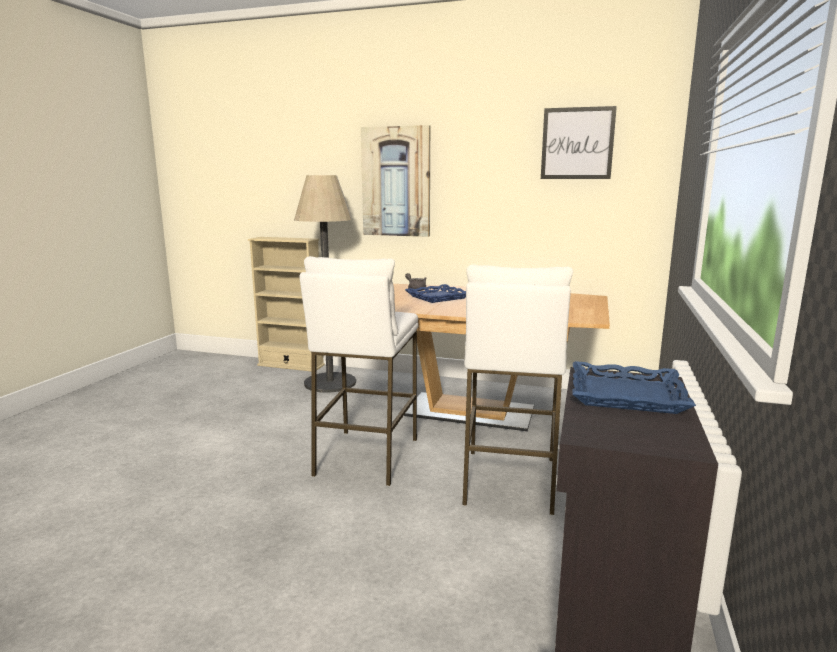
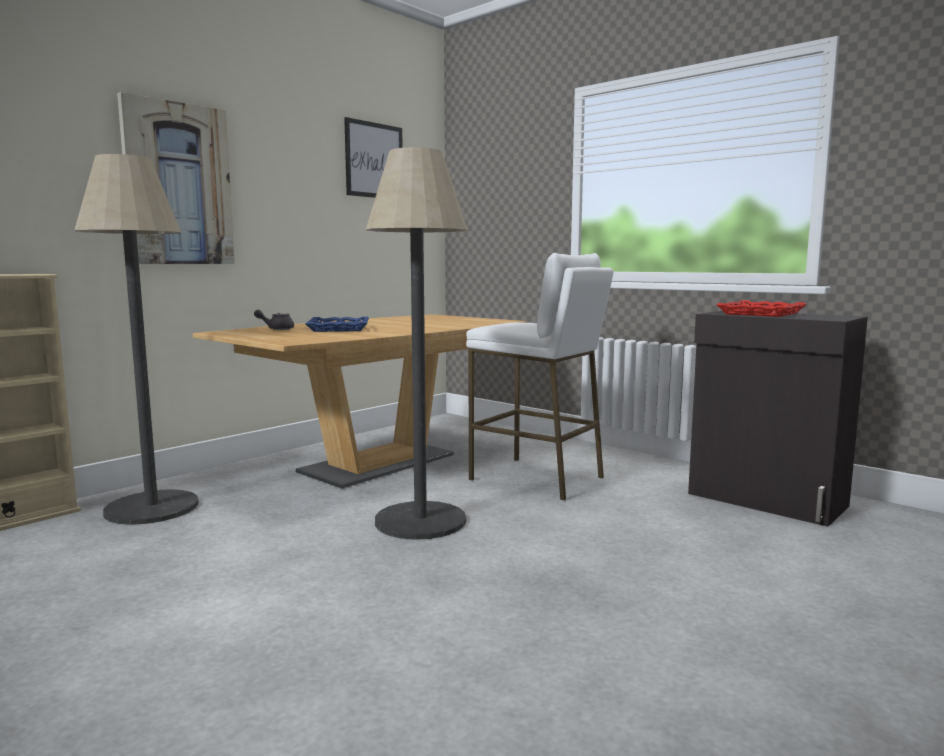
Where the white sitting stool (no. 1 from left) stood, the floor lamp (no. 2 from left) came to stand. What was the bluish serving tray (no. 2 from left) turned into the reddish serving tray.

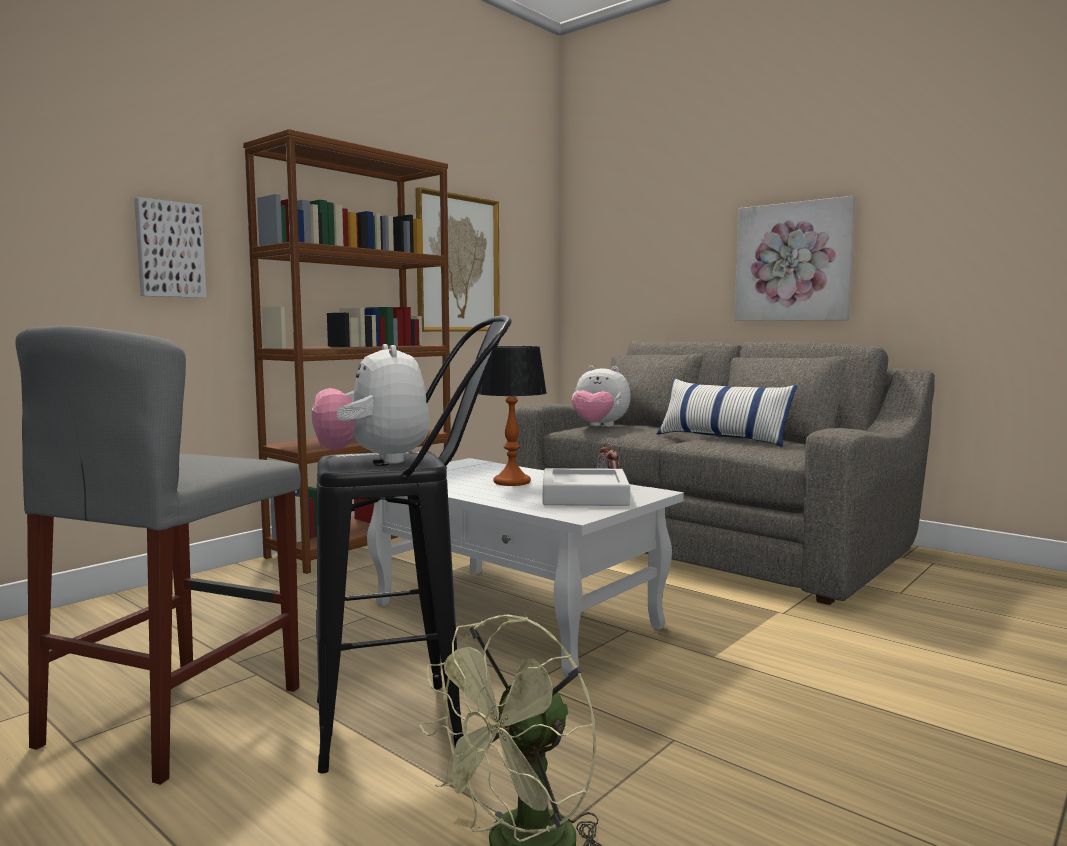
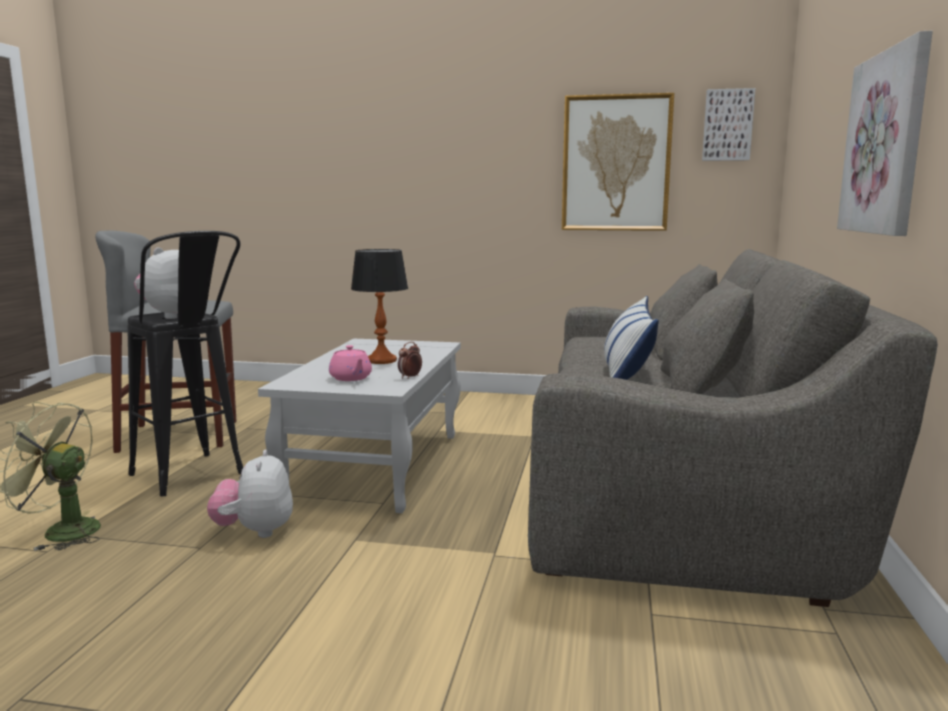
The second view lost the brownish bookshelf. The wall art (no. 1 from left in the first image) ended up elsewhere. The plush toy (no. 2 from left) ended up elsewhere. Where the greyish serving tray stood, the pink-coloured teapot came to stand.

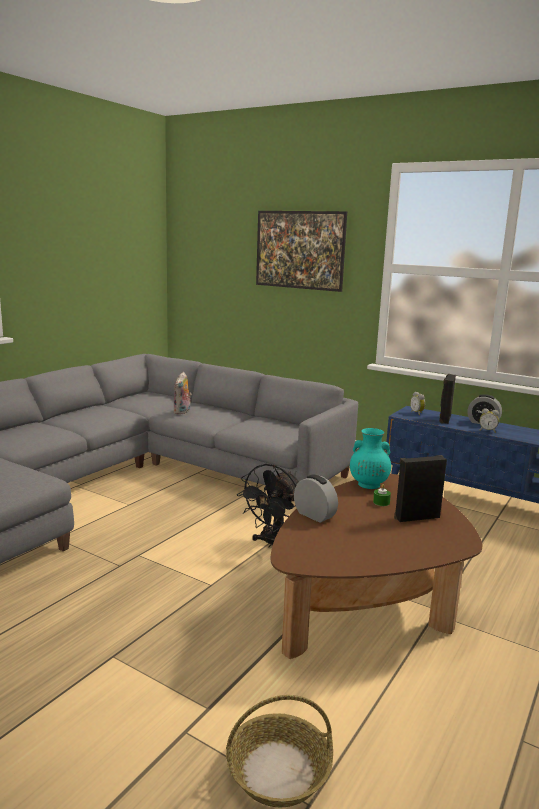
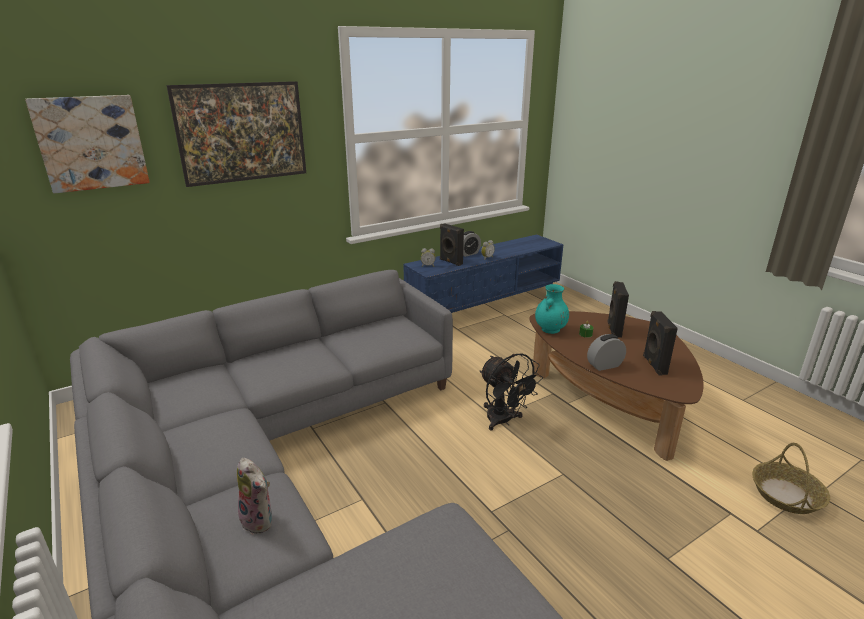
The plush toy ended up elsewhere. The second view gained the wall art (no. 1 from left). The second view gained the blackish speaker (no. 3 from left).

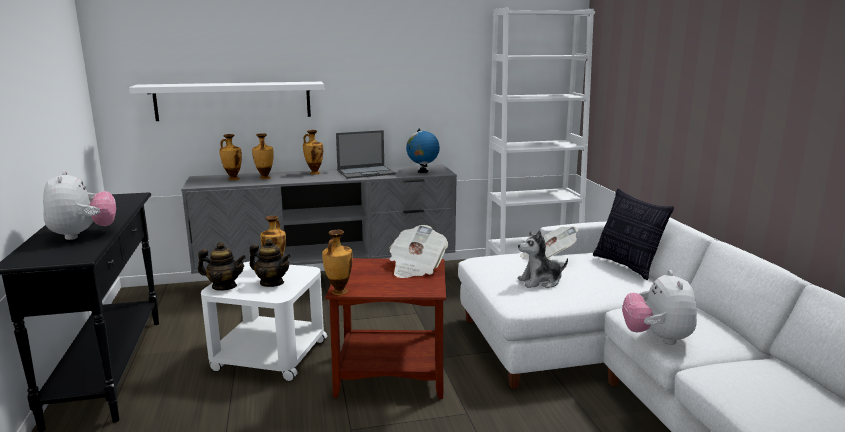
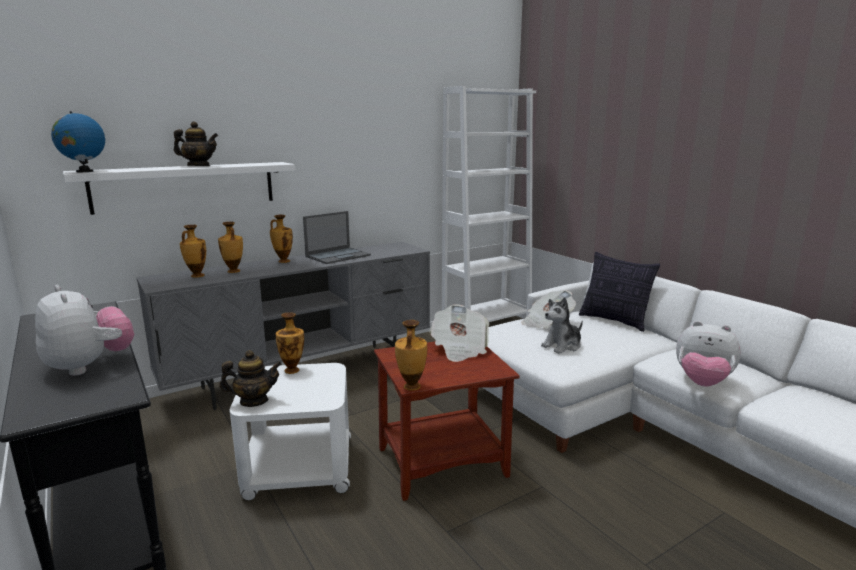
The world globe ended up elsewhere. The teapot (no. 2 from left in the first image) ended up elsewhere. The plush toy (no. 3 from left) ended up facing another way, 45 degrees counterclockwise from before.

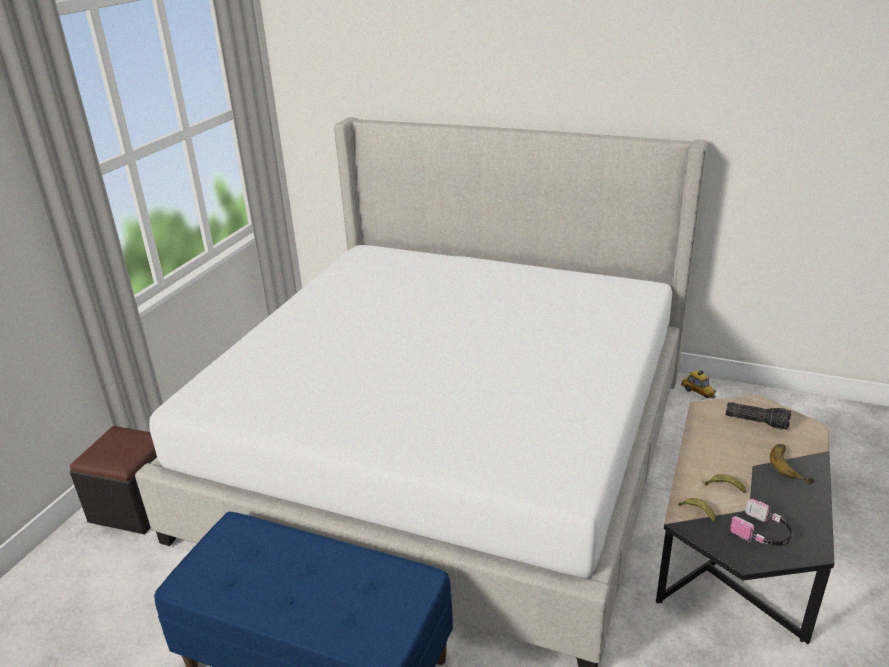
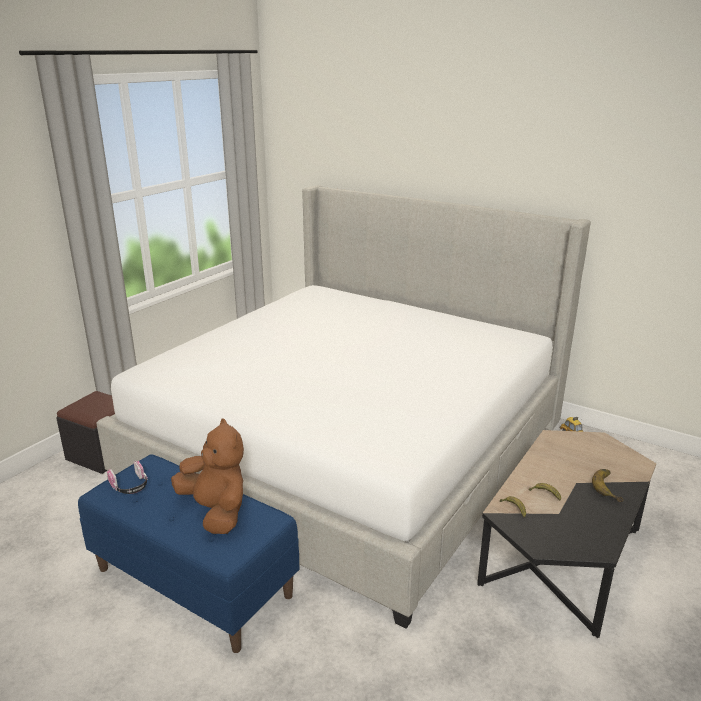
The second view lost the flashlight. The headset ended up elsewhere. The second view gained the brownish plush toy.

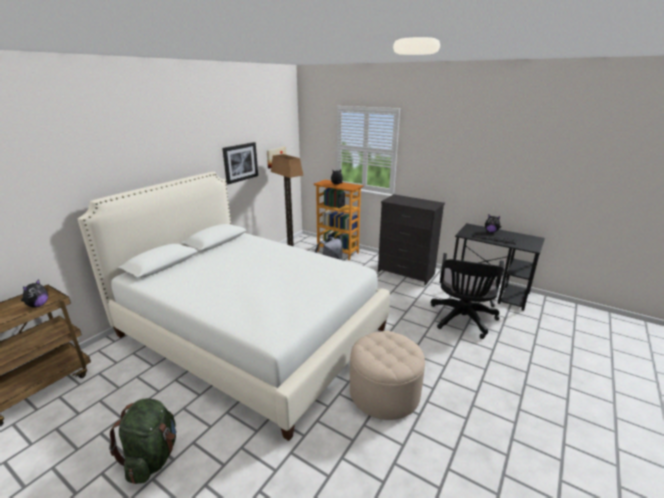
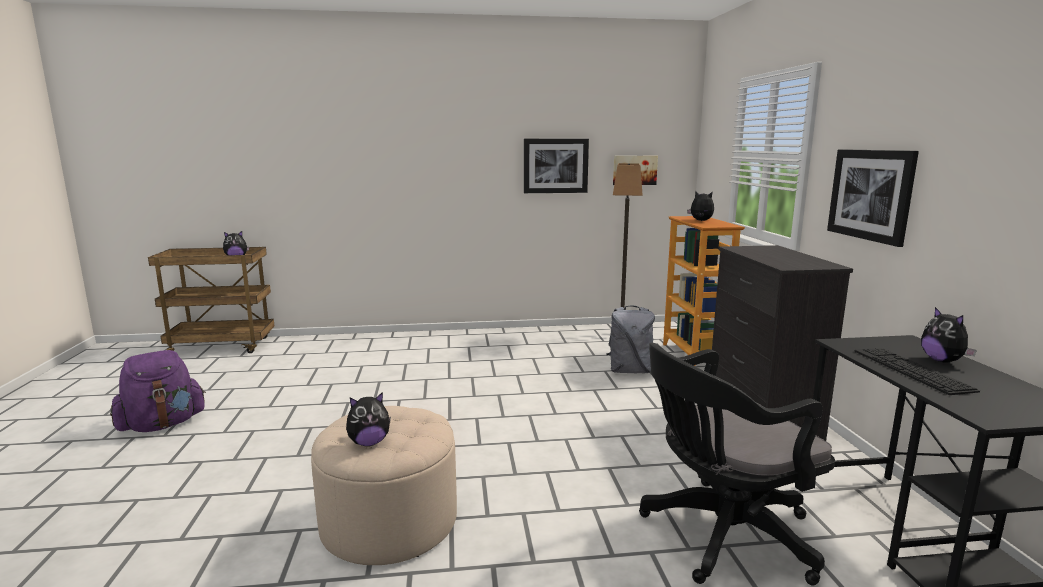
The second view lost the white sleeping bed. What was the green rucksack turned into the purplish rucksack. The second view gained the wall art (no. 3 from left). The second view gained the plush toy (no. 2 from left).

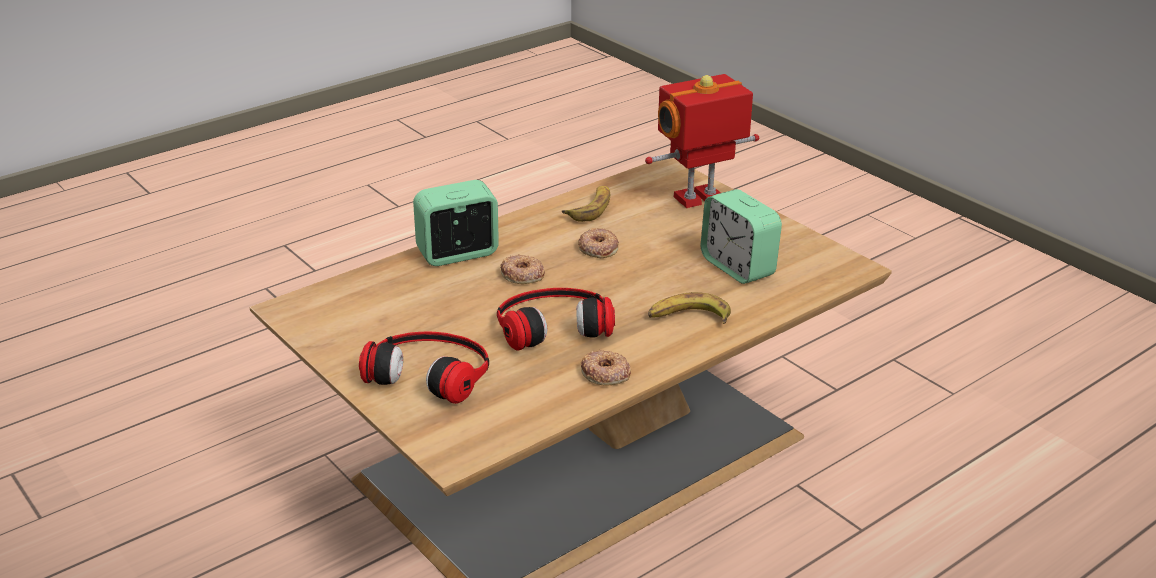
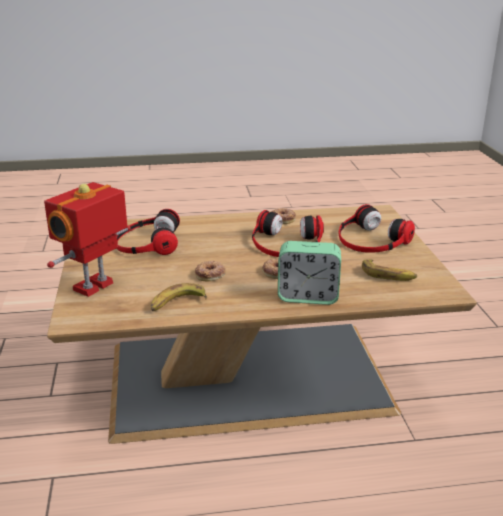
The robot figure ended up facing another way, 120 degrees clockwise from before. Where the bedside clock (no. 2 from left) stood, the headset (no. 1 from left) came to stand. The whole banana (no. 2 from left) ended up elsewhere.

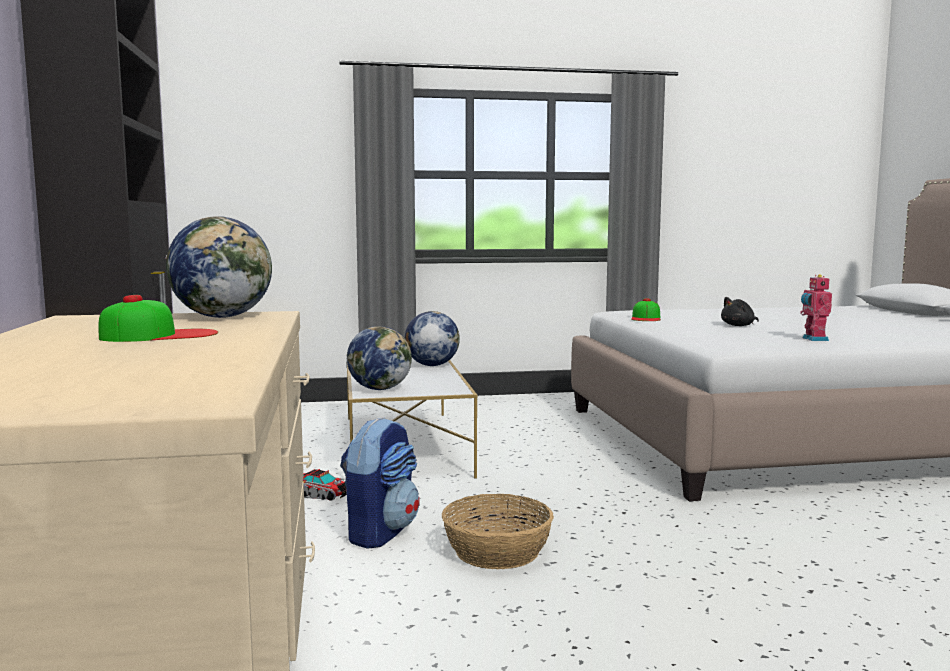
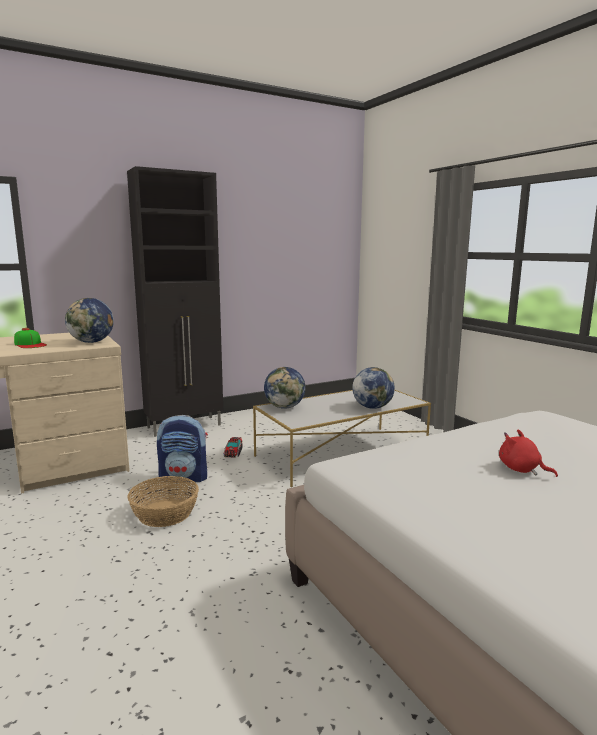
The second view lost the robot figure. What was the blackish plush toy turned into the reddish plush toy. The second view lost the baseball cap (no. 2 from left).

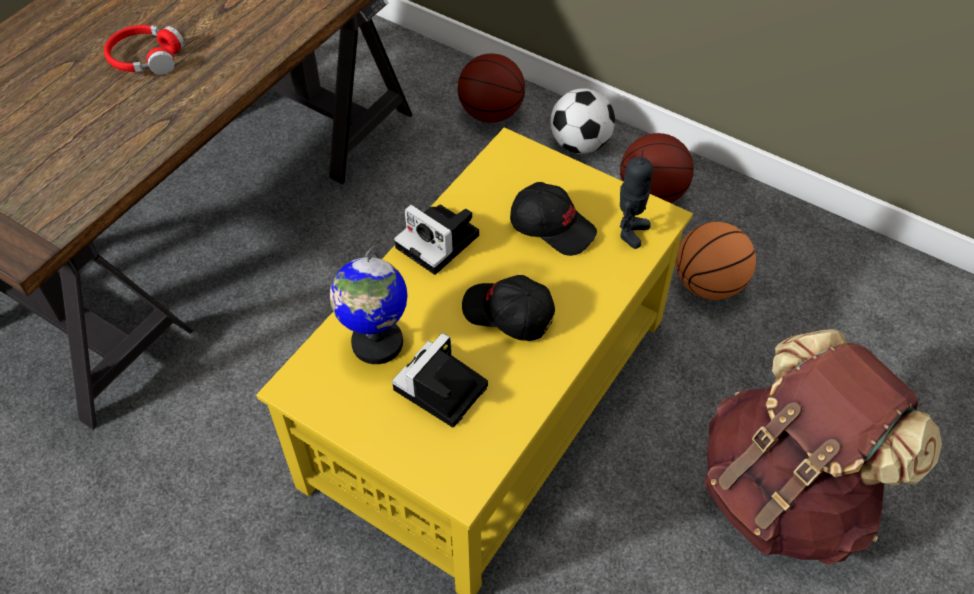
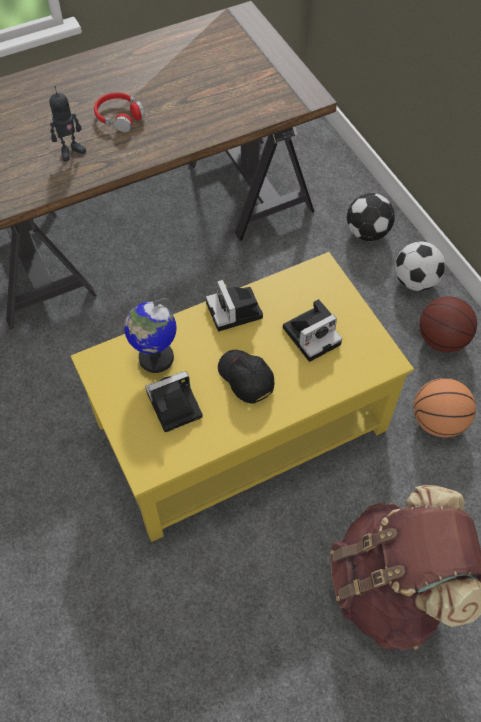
Where the ball for basketball (no. 1 from left) stood, the football ball (no. 1 from left) came to stand. The robot figure ended up elsewhere. Where the blackish baseball cap (no. 2 from left) stood, the still camera (no. 3 from left) came to stand.

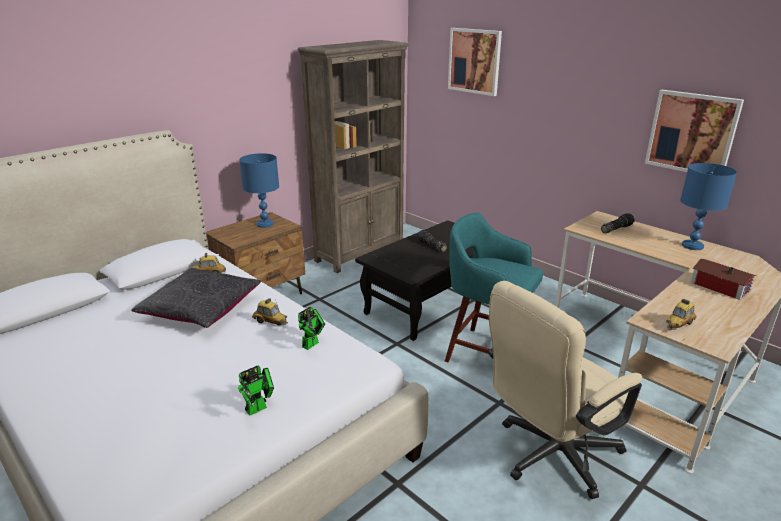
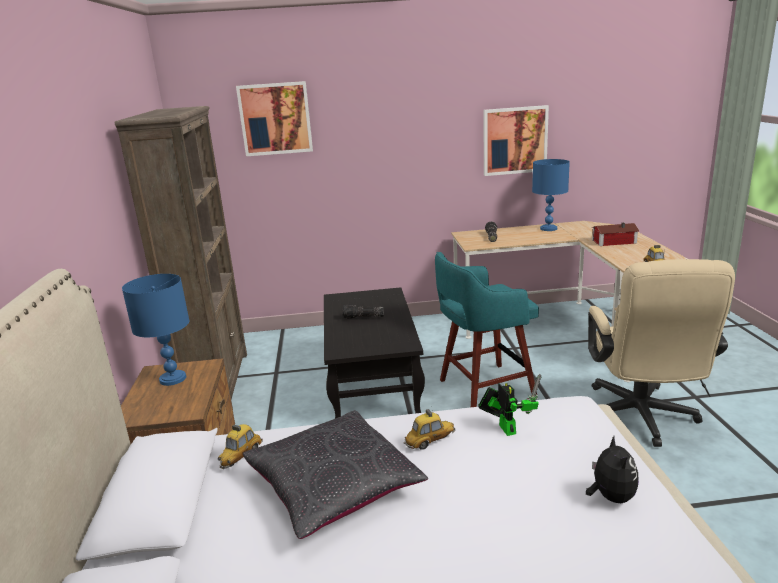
Where the robot figure (no. 1 from left) stood, the plush toy came to stand.

